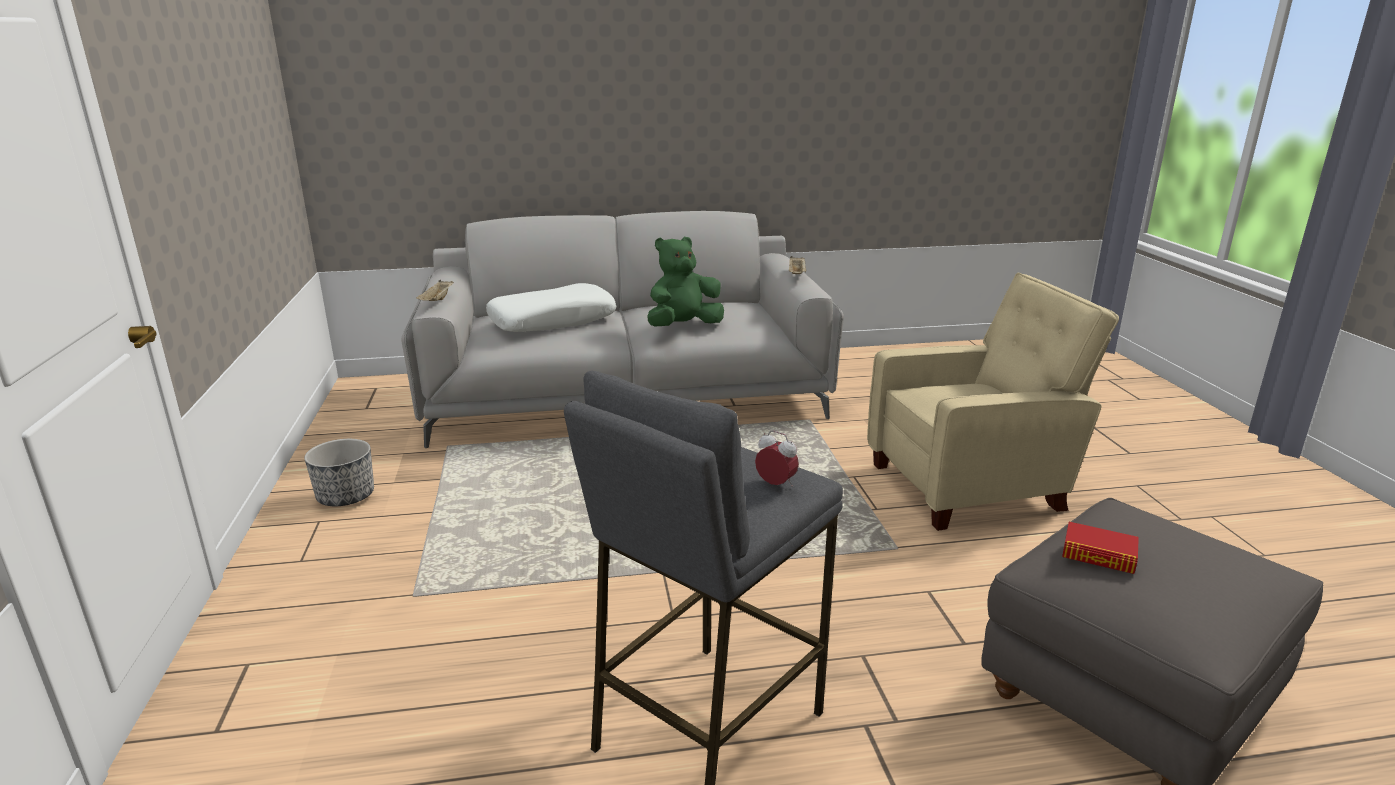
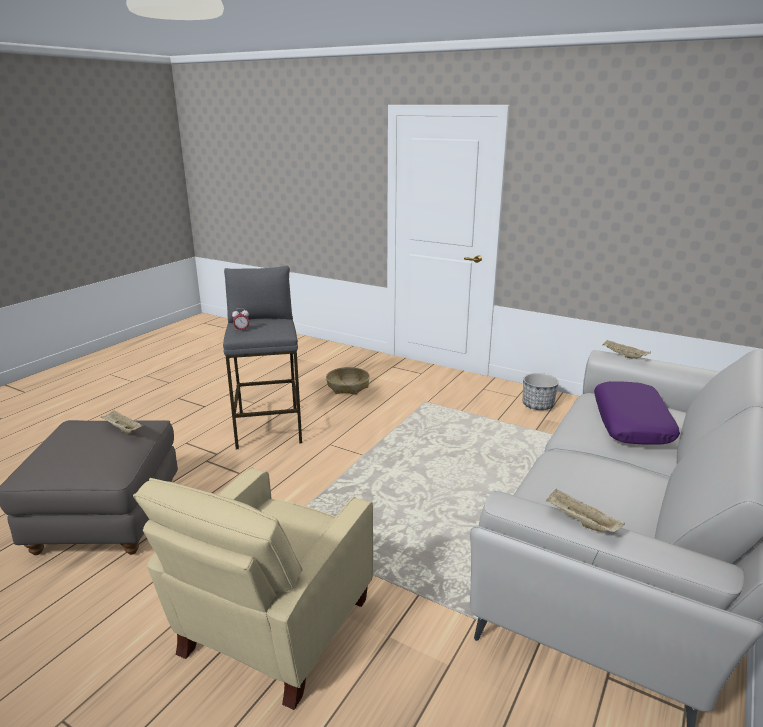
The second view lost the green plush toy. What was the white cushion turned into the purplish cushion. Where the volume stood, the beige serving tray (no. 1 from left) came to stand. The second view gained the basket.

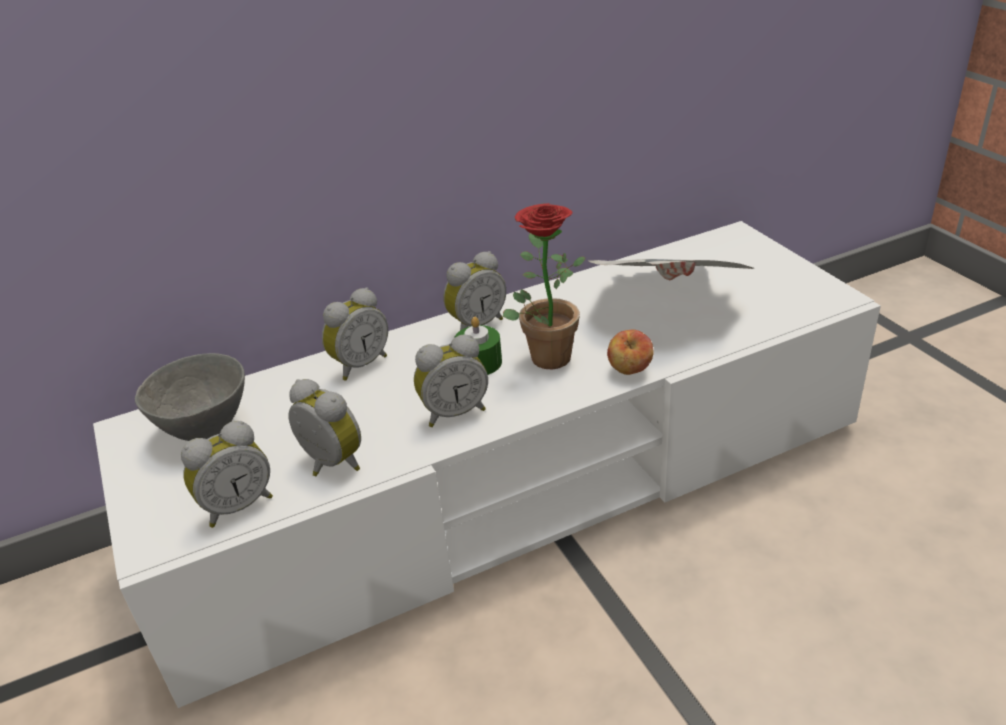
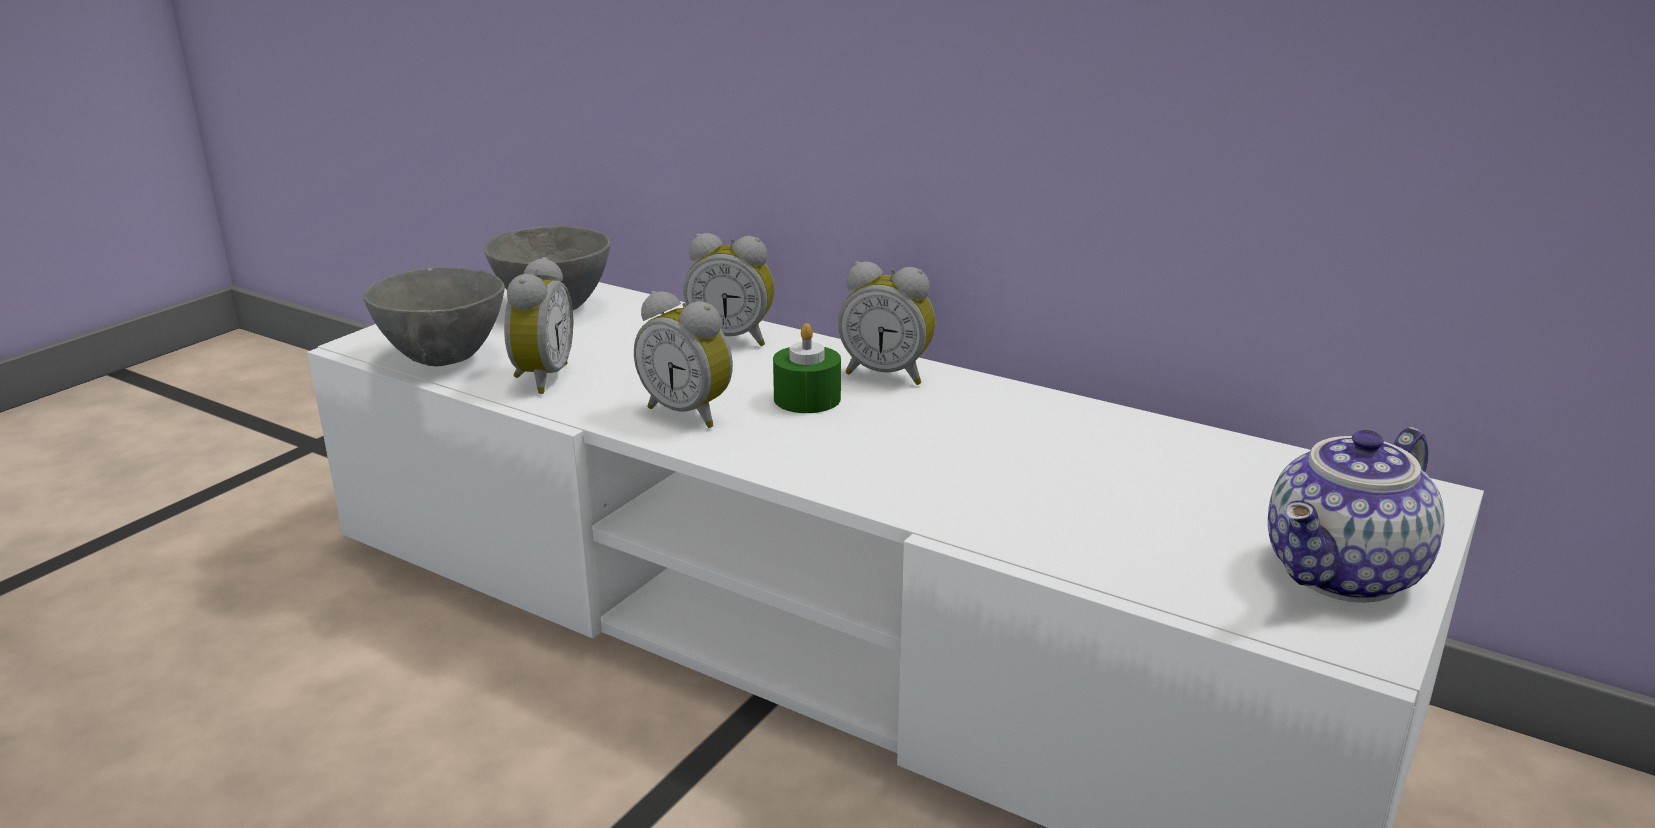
The second view lost the plant in a pot. The second view lost the daily paper. The second view lost the whole apple. Where the bedside clock (no. 1 from left) stood, the greyish serving bowl (no. 1 from left) came to stand. The second view gained the teapot.

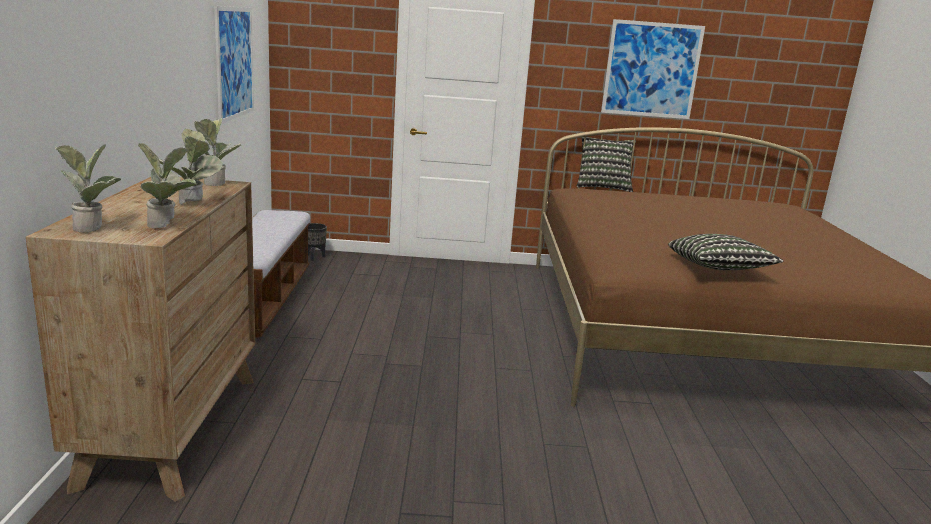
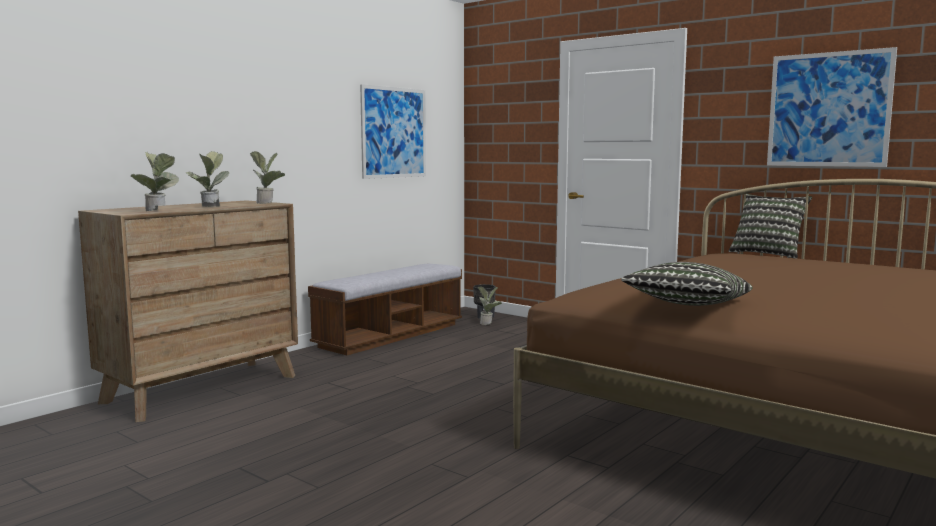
The plant in a pot (no. 1 from left in the first image) ended up elsewhere.

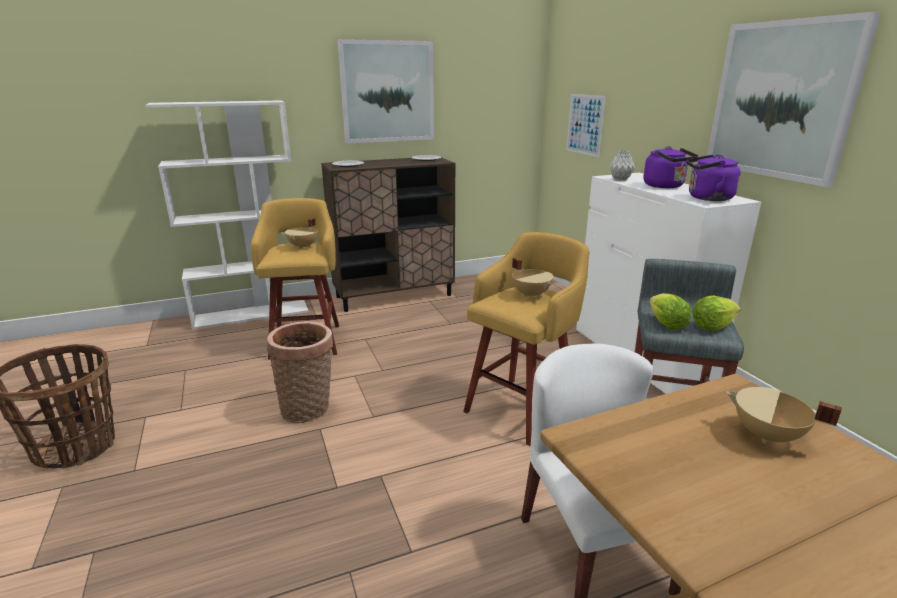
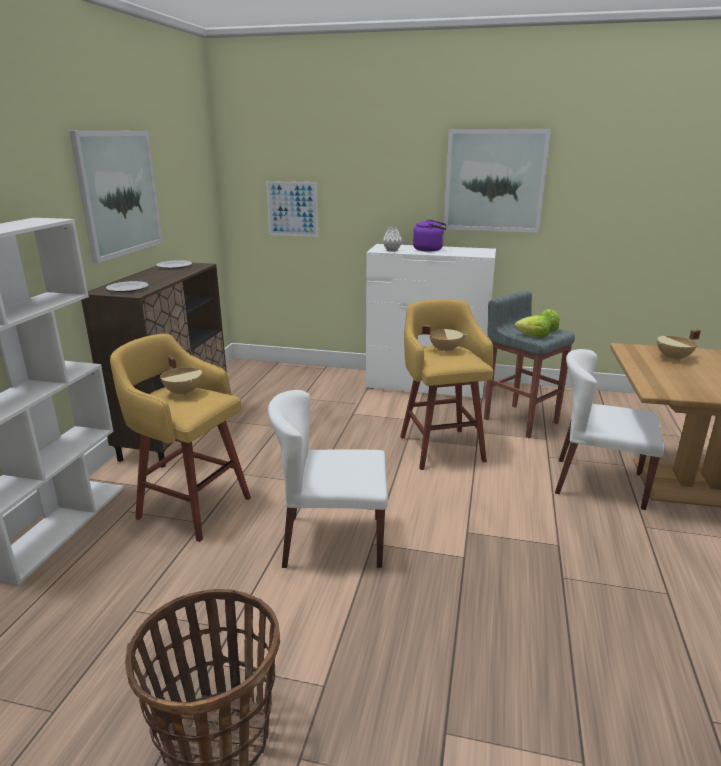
The second view lost the purplish water kettle (no. 2 from left). Where the basket (no. 2 from left) stood, the white upright chair (no. 1 from left) came to stand.

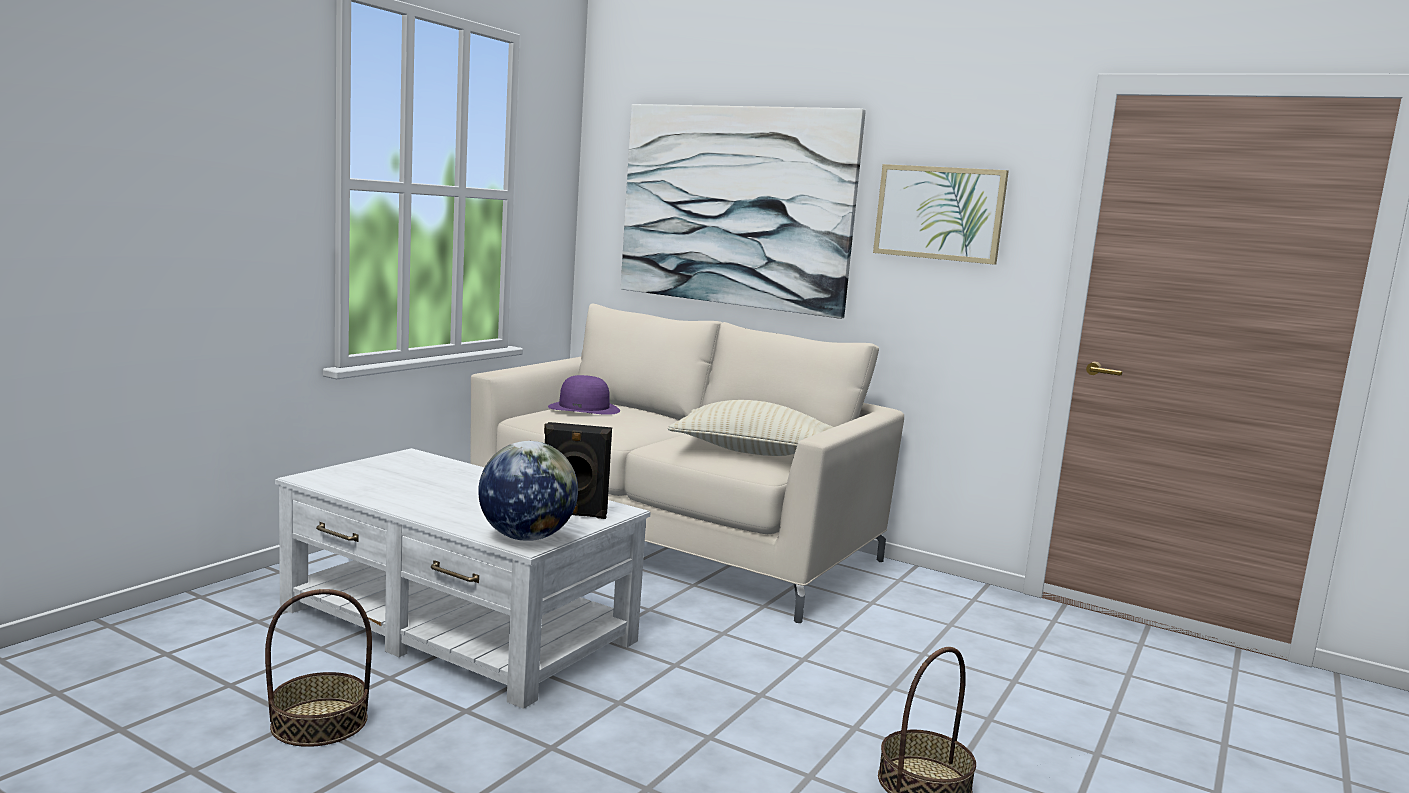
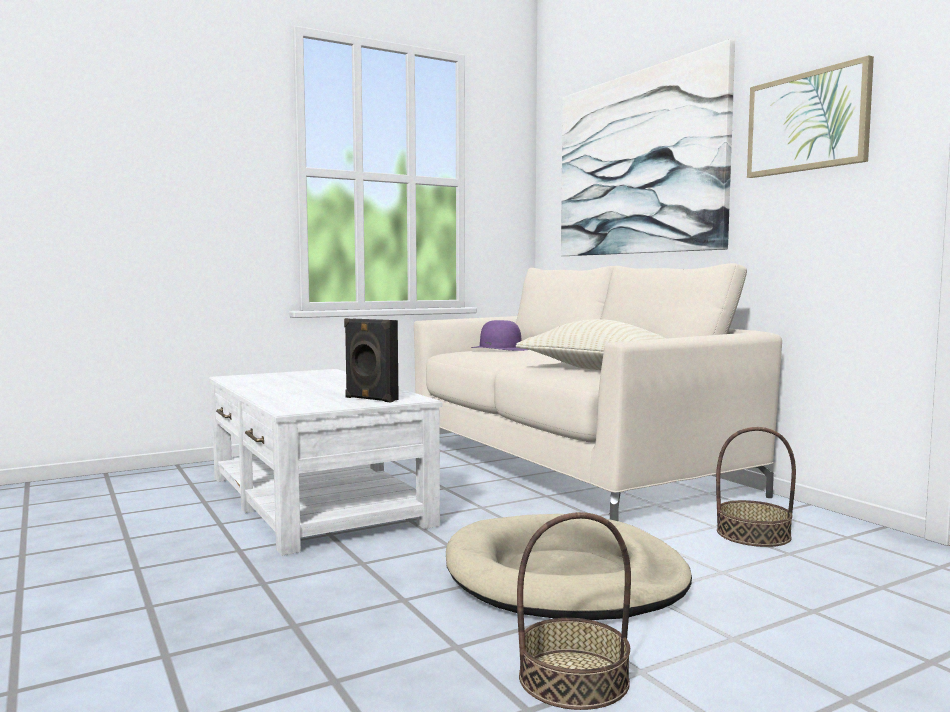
The second view lost the world globe. The basket (no. 1 from left in the first image) ended up elsewhere. The second view gained the beige dog cushion.

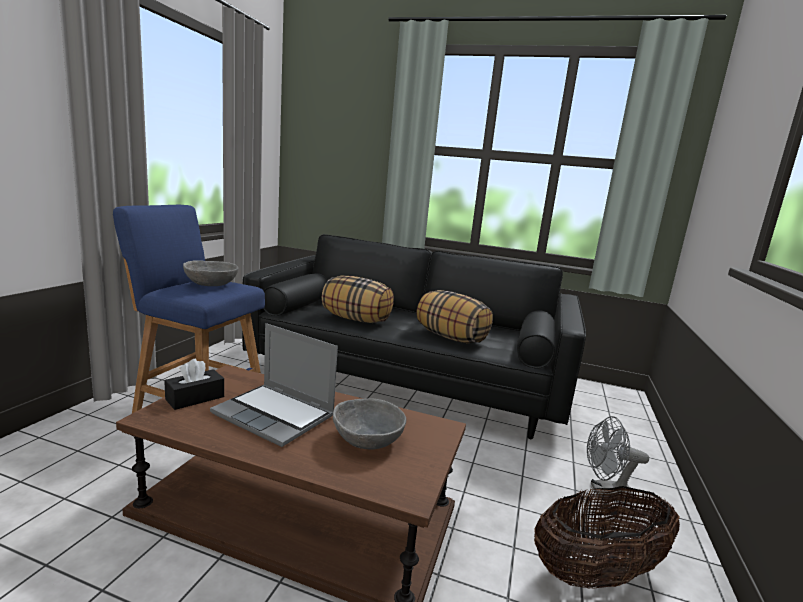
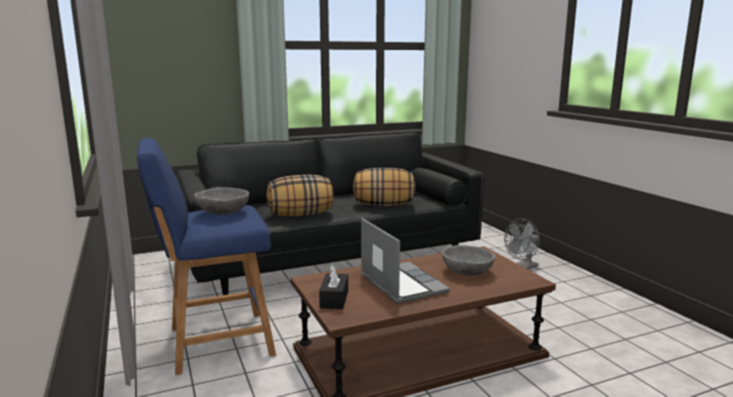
The notebook computer ended up facing another way, 105 degrees counterclockwise from before. The second view lost the basket.

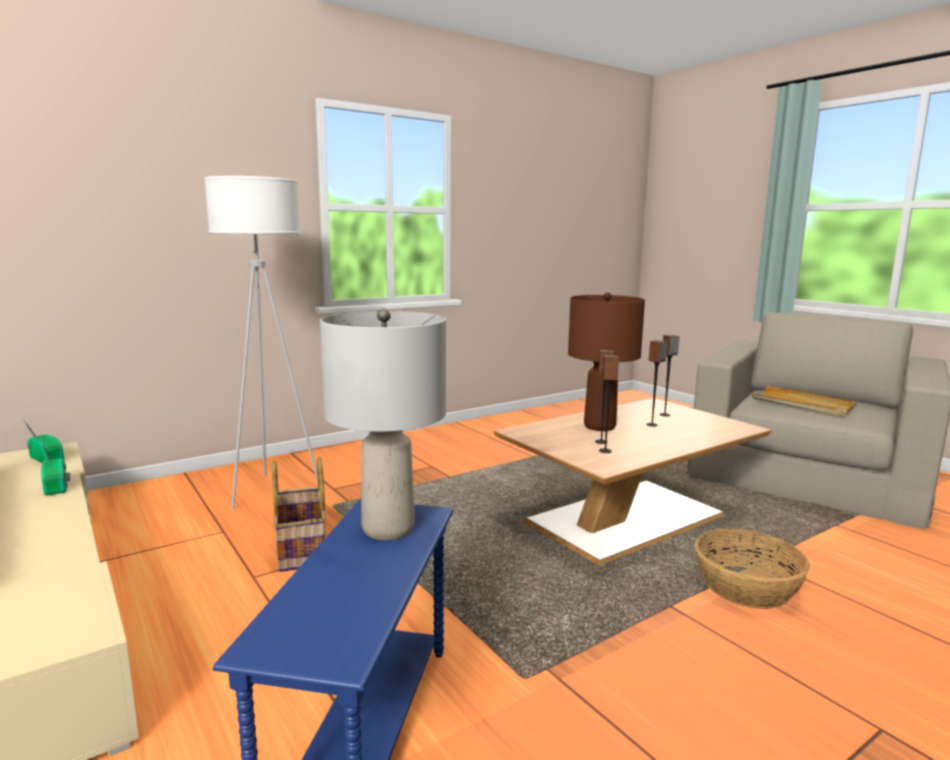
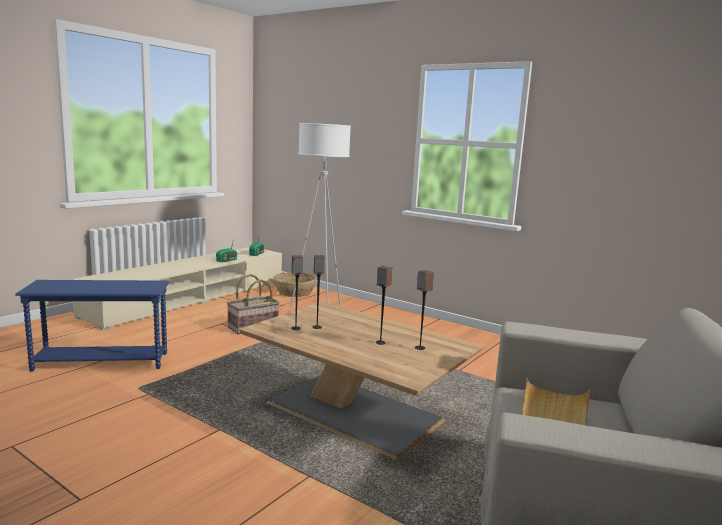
The second view lost the brownish lamp for a table. The second view lost the greyish lamp for a table. The basket (no. 2 from left) ended up elsewhere.

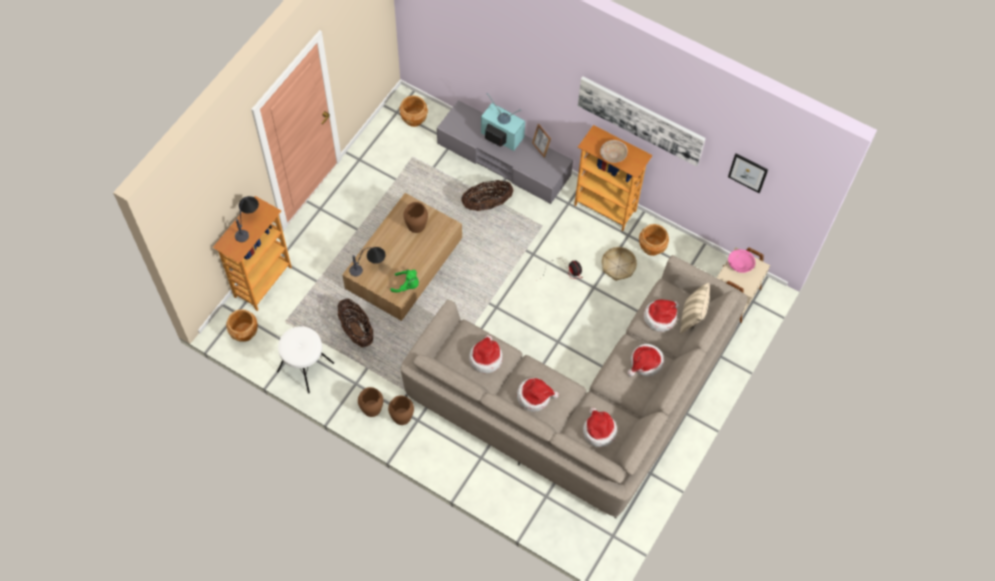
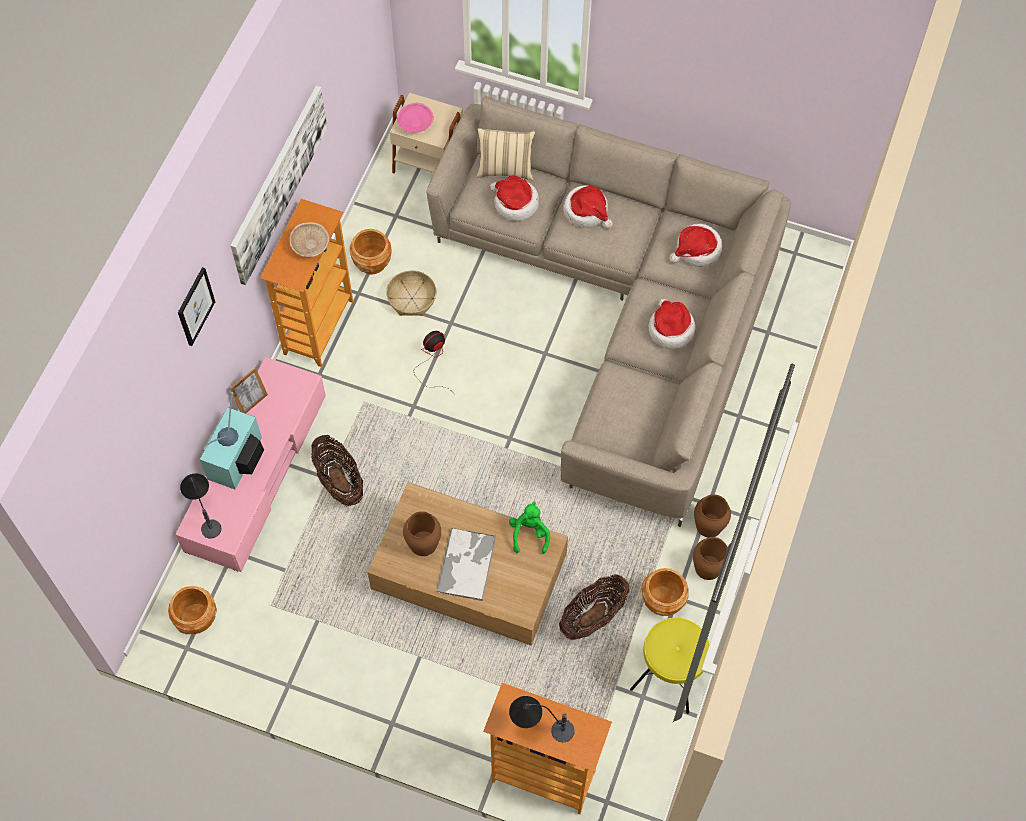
What was the greyish tv unit turned into the pink-coloured tv unit. The wall art (no. 2 from left in the first image) ended up elsewhere. The lamp for a table (no. 2 from left in the first image) ended up elsewhere. The brownish plant pot (no. 1 from left in the first image) ended up elsewhere. What was the white sitting stool turned into the yellow-coloured sitting stool. The second view lost the wearable hat (no. 1 from left). The second view gained the serving tray.

